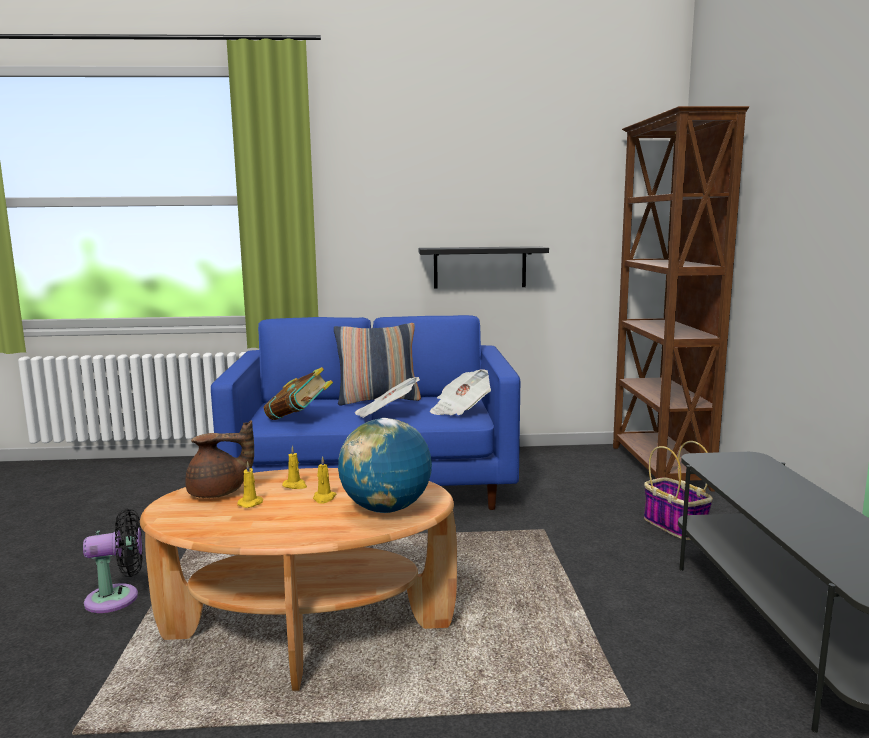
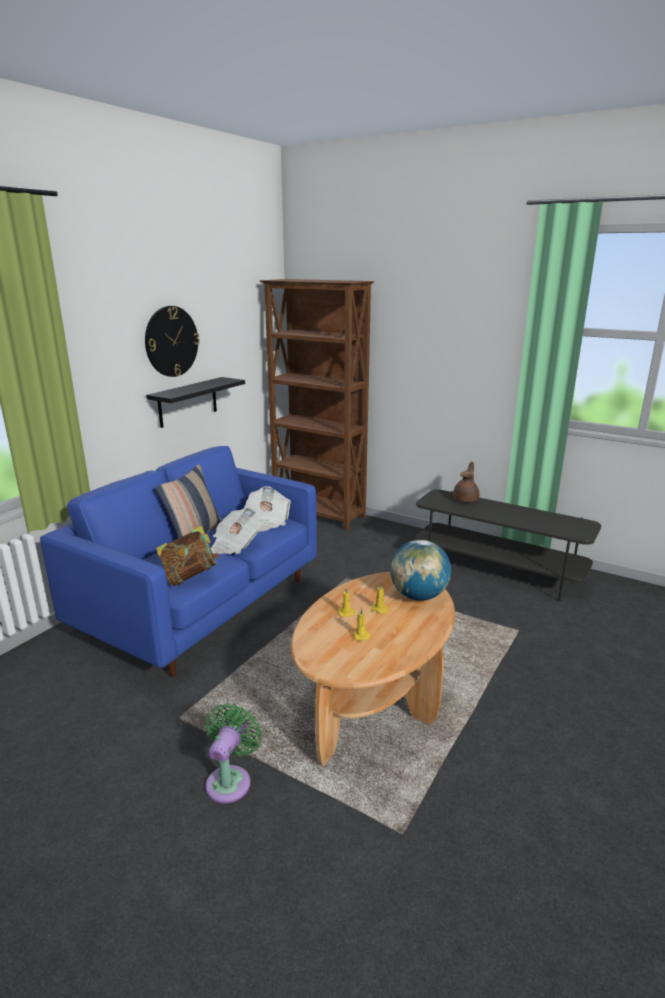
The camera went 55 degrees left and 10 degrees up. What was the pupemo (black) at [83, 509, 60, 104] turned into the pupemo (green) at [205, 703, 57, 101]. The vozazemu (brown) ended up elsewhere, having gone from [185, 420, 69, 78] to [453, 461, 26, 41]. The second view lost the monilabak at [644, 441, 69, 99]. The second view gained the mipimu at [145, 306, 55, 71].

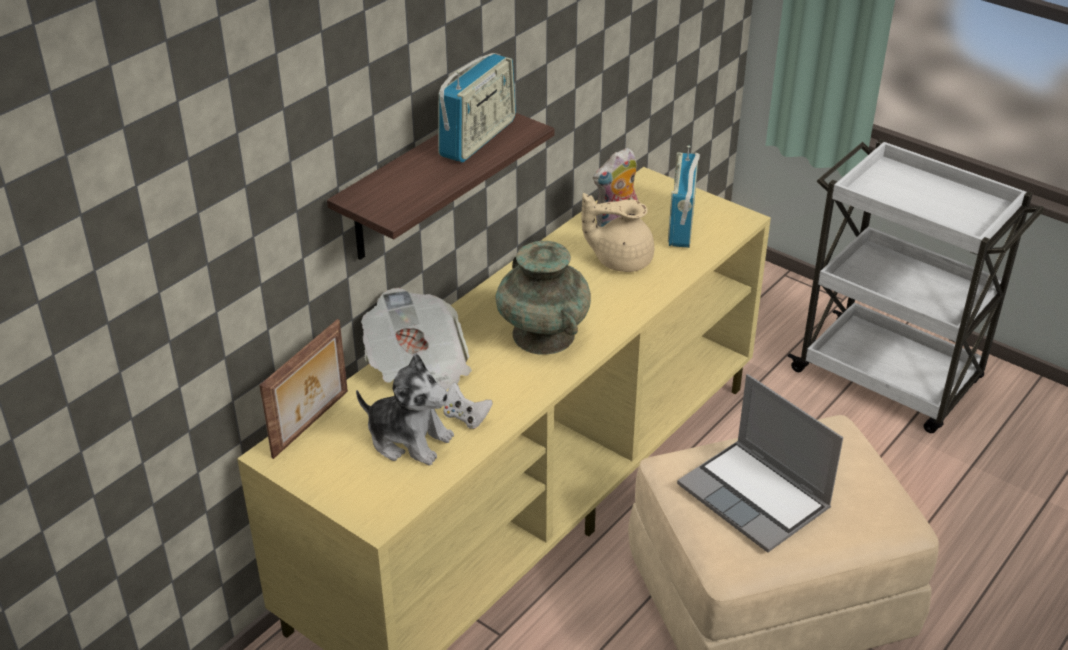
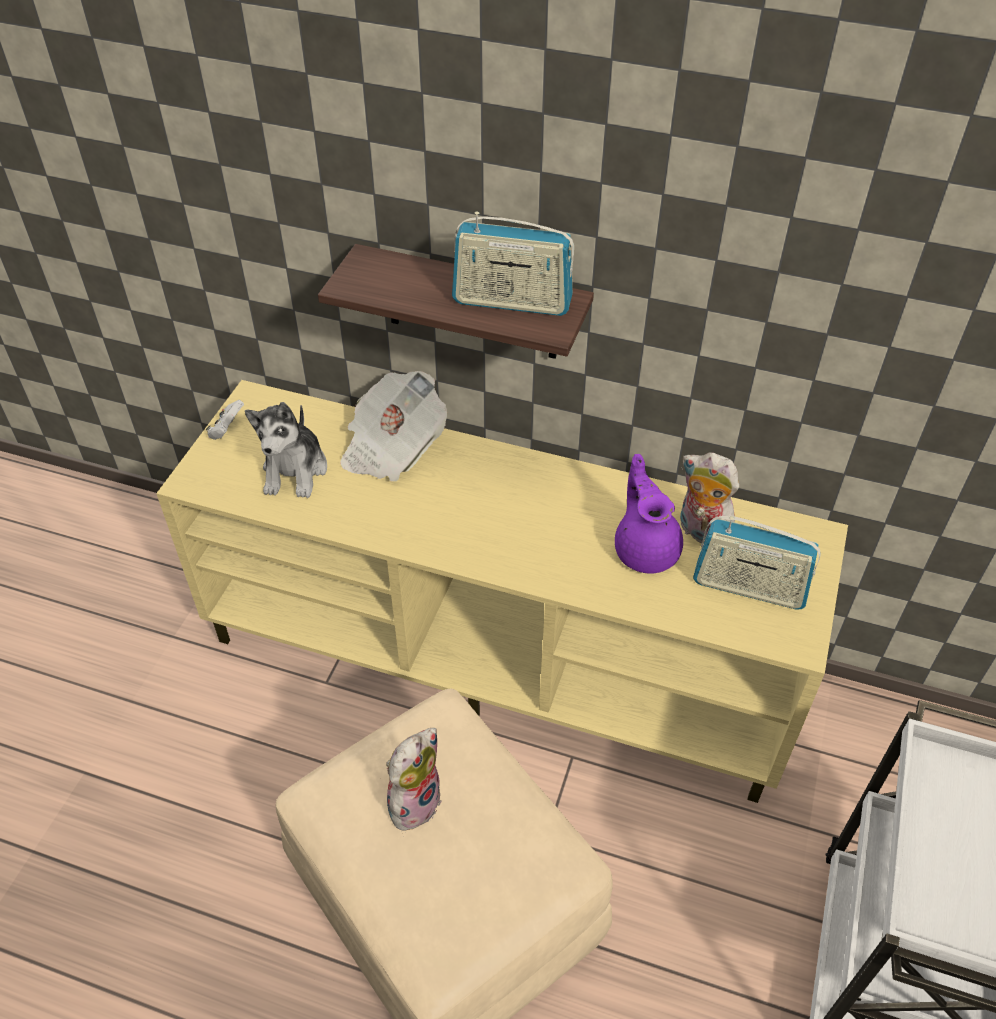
The camera went 70 degrees right and 10 degrees up. The second view lost the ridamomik at [260, 319, 88, 140]. The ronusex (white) ended up elsewhere, having gone from [444, 382, 49, 47] to [206, 400, 38, 40]. The second view lost the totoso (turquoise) at [495, 241, 96, 114]. What was the vozazemu (beige) at [582, 193, 72, 79] turned into the vozazemu (purple) at [615, 454, 68, 120]. The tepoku at [668, 146, 32, 102] ended up facing another way, 150 degrees counterclockwise from before. Where the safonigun stood at [677, 374, 166, 179], the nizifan came to stand at [386, 728, 56, 105].

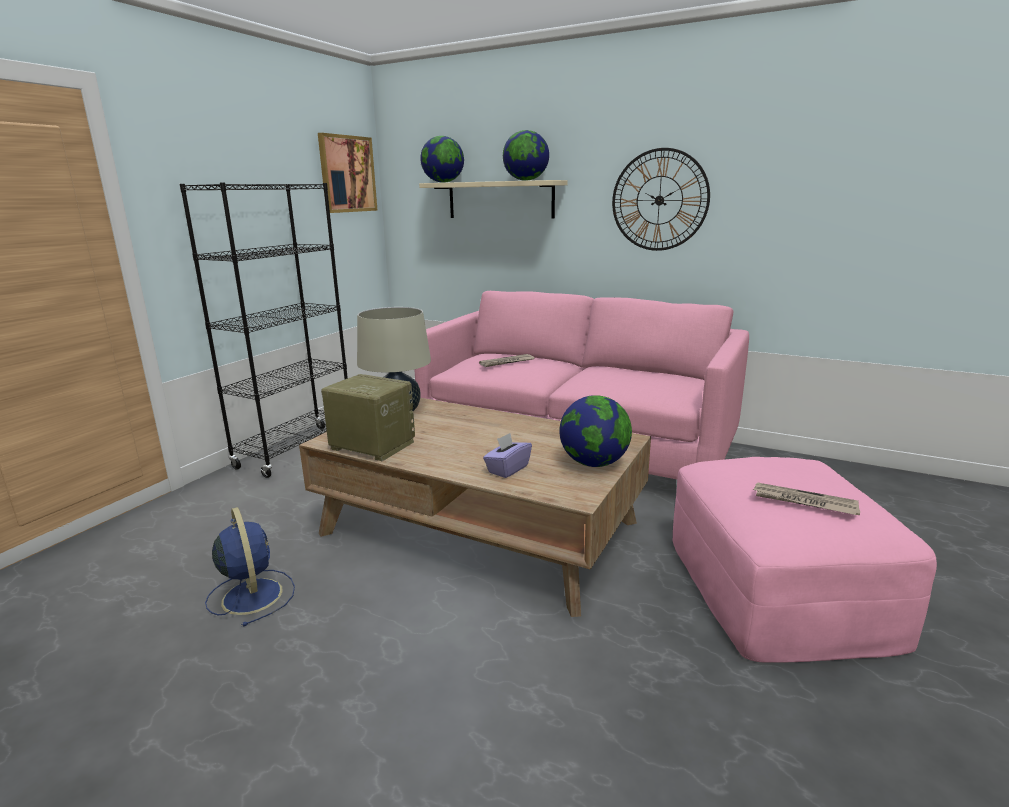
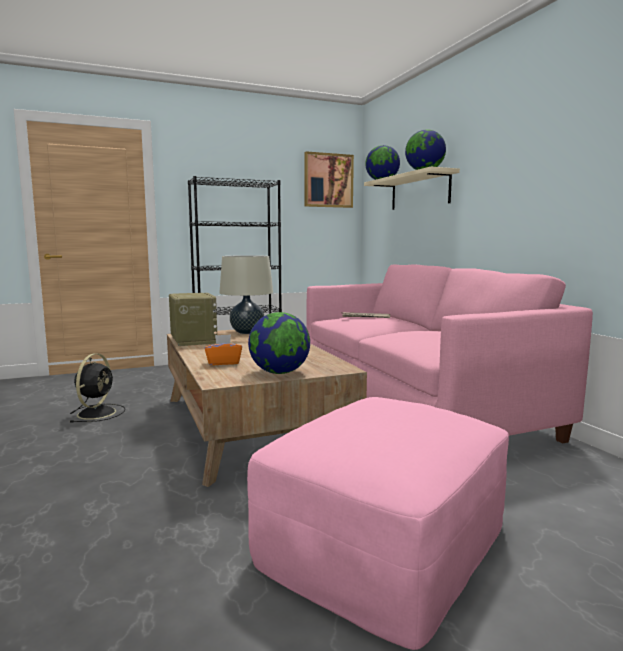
The camera went 40 degrees right and 10 degrees down. What was the pupemo (blue) at [205, 507, 90, 120] turned into the pupemo (black) at [69, 353, 57, 70]. What was the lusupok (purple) at [483, 433, 49, 45] turned into the lusupok (orange) at [205, 334, 37, 31]. The second view lost the mipimu at [612, 148, 98, 103]. The second view lost the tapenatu at [753, 482, 107, 33].

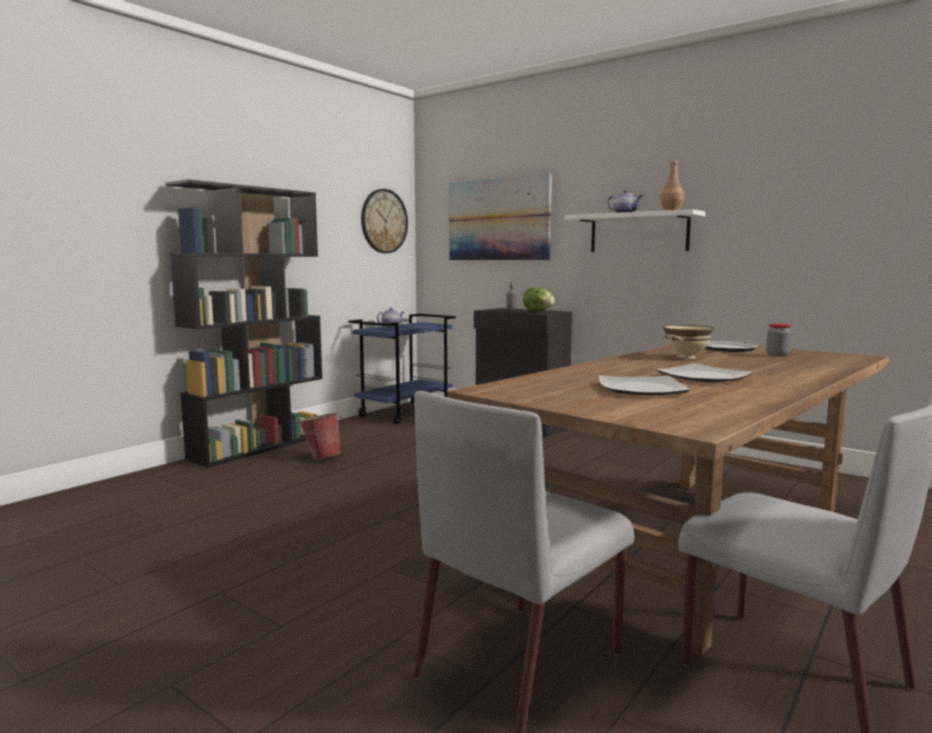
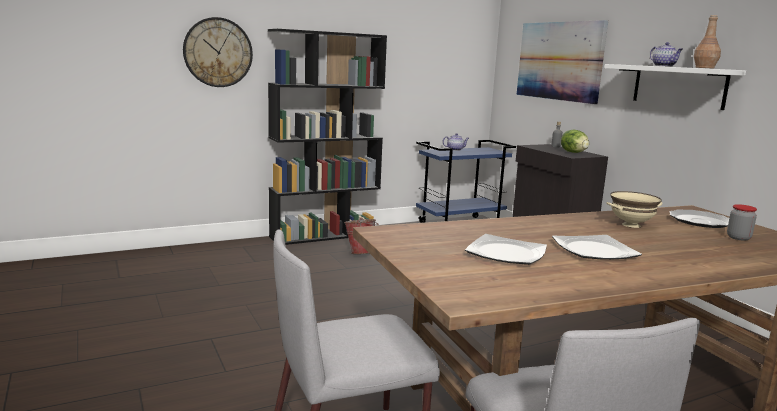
The camera went 25 degrees right and 5 degrees up. The mipimu ended up elsewhere, having gone from [361, 189, 47, 64] to [183, 17, 70, 70].

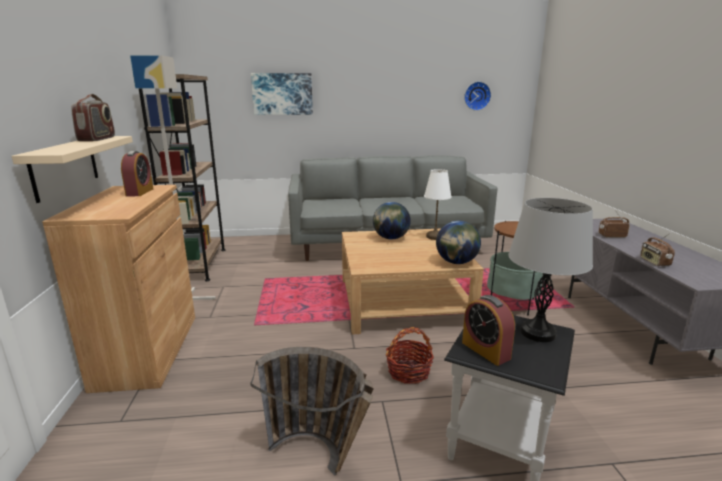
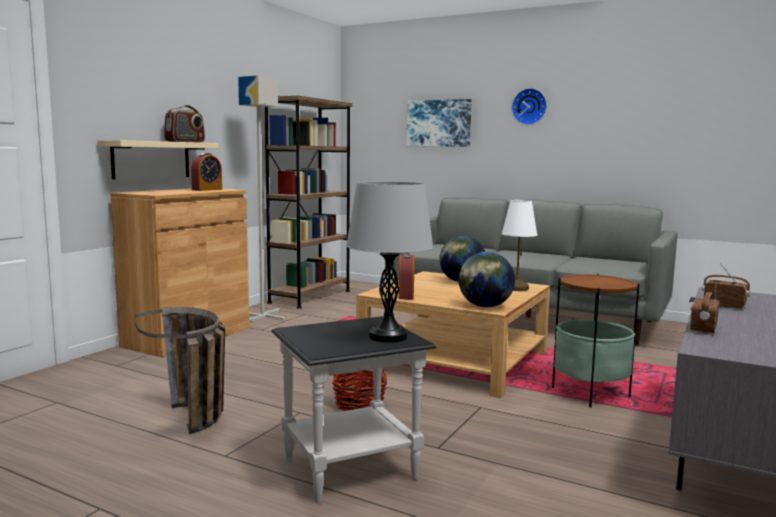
The camera went 35 degrees right and 10 degrees down. The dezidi ended up elsewhere, having gone from [462, 295, 53, 71] to [398, 253, 17, 47]. The mipimu ended up elsewhere, having gone from [464, 82, 27, 29] to [511, 88, 36, 37].

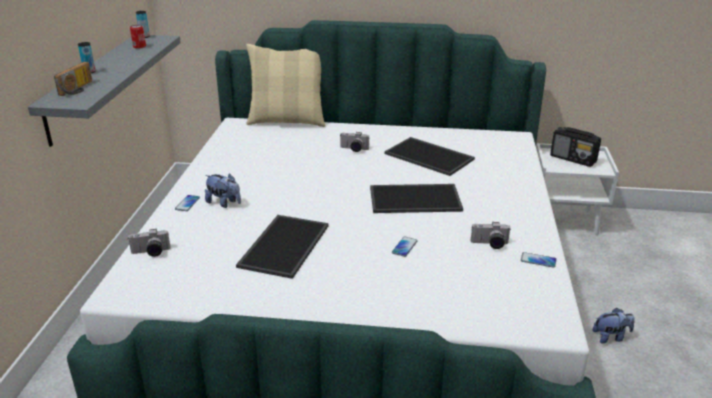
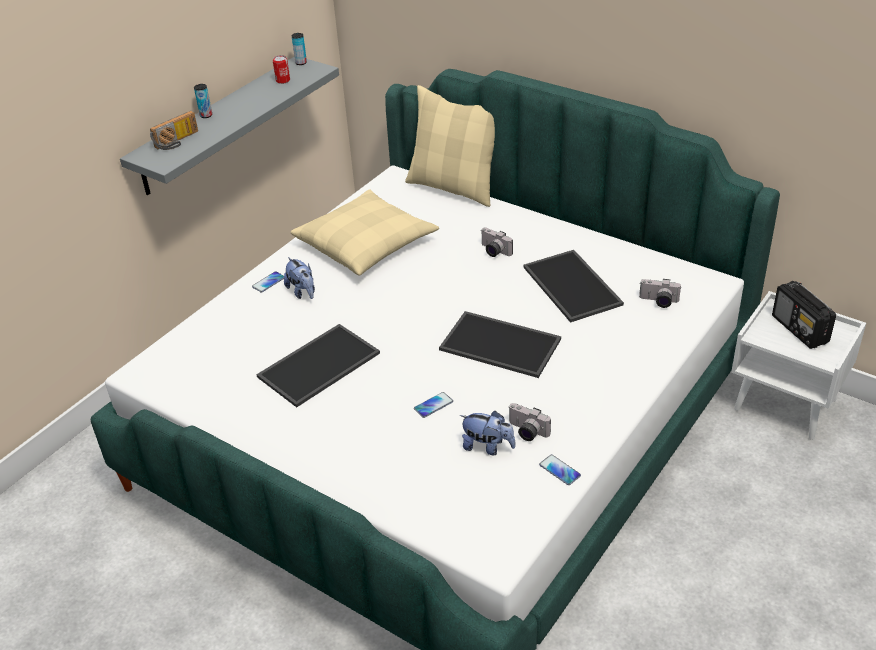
The camera went 30 degrees right and 10 degrees up. The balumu ended up elsewhere, having gone from [128, 229, 43, 28] to [639, 279, 42, 29]. The nizifan ended up elsewhere, having gone from [592, 308, 43, 36] to [460, 411, 56, 44]. The second view gained the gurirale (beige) at [291, 189, 148, 87].

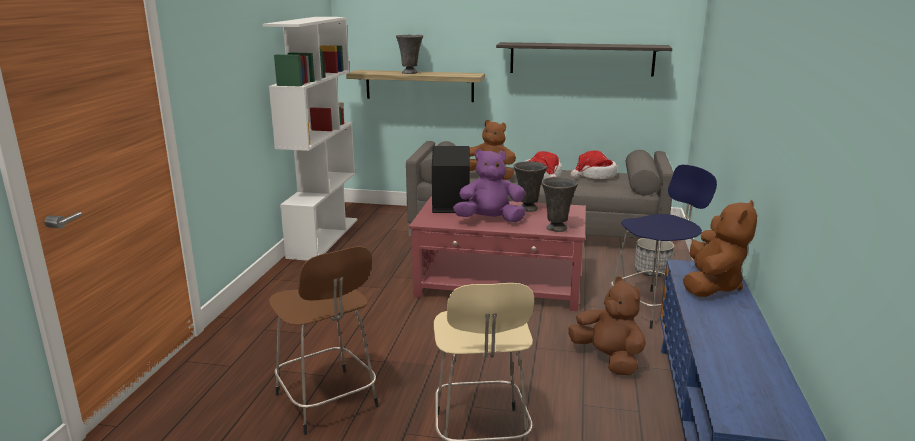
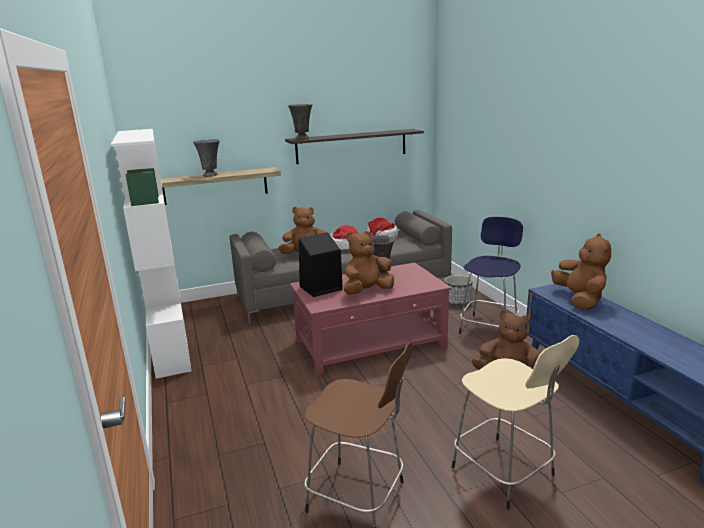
The camera went 30 degrees left and 0 degrees up. What was the nizifan (purple) at [453, 149, 72, 73] turned into the nizifan (brown) at [344, 231, 50, 64]. The totoso (grey) ended up elsewhere, having gone from [541, 177, 37, 55] to [288, 104, 24, 36].

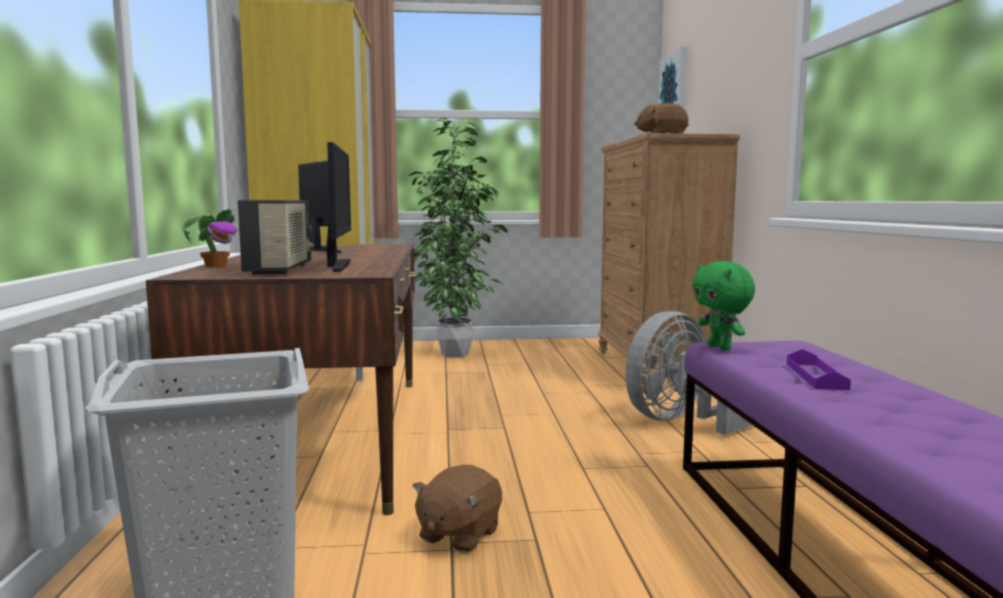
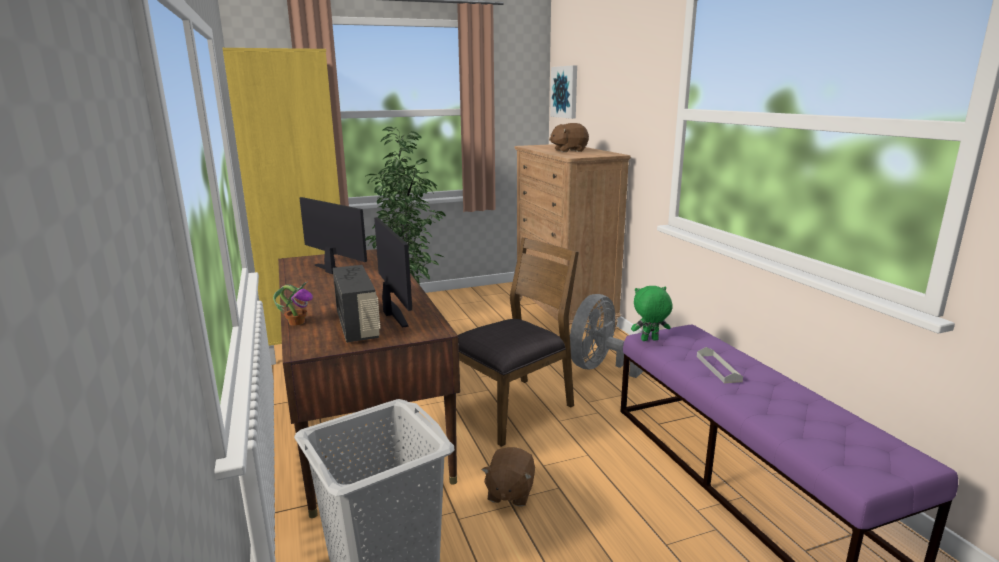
The camera went 15 degrees left and 10 degrees up. The nizifan (green) at [692, 261, 63, 89] ended up facing another way, 120 degrees clockwise from before. What was the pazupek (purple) at [787, 349, 64, 41] turned into the pazupek (grey) at [697, 347, 46, 36]. The second view gained the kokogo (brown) at [458, 237, 121, 210].

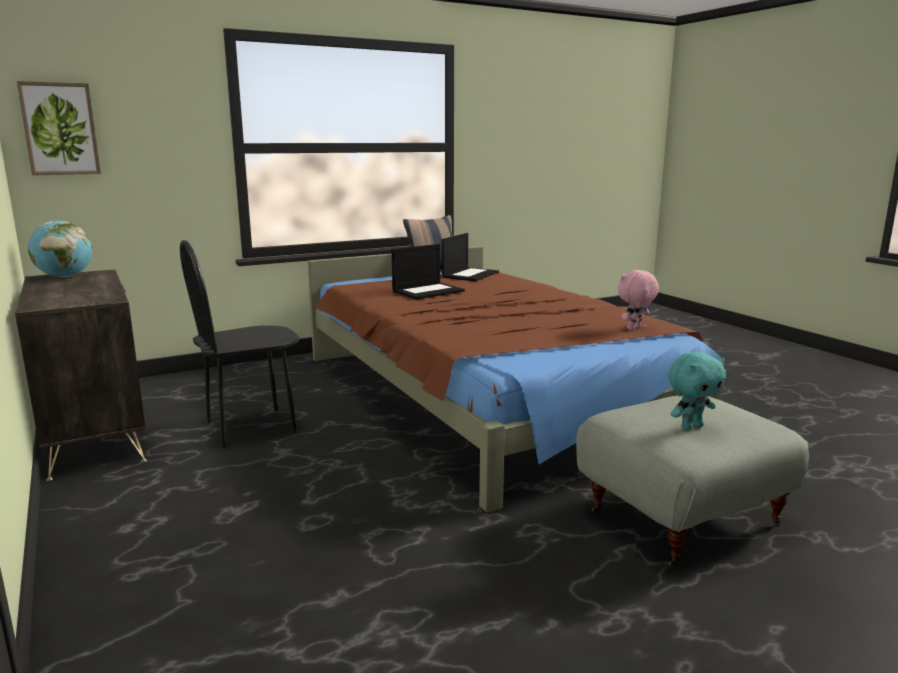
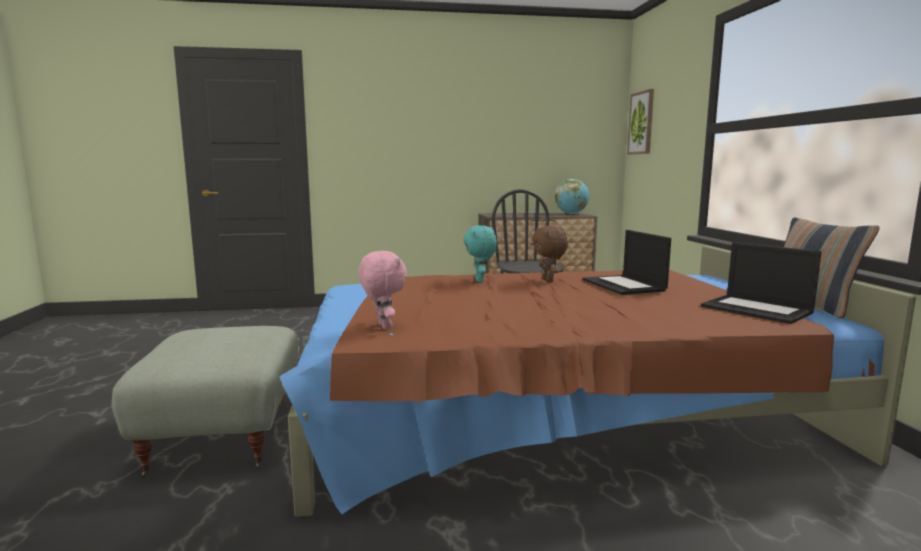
The camera went 110 degrees right and 5 degrees down. The nizifan (turquoise) ended up elsewhere, having gone from [668, 352, 58, 78] to [464, 225, 33, 57]. The second view gained the nizifan (brown) at [532, 226, 36, 56].

